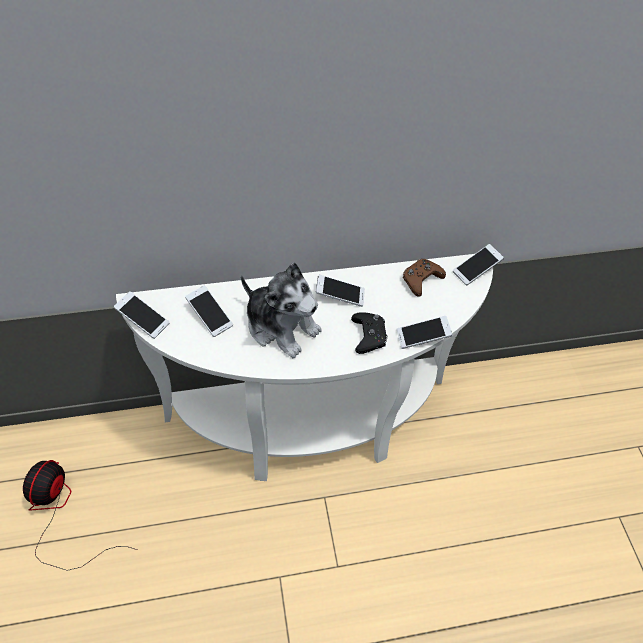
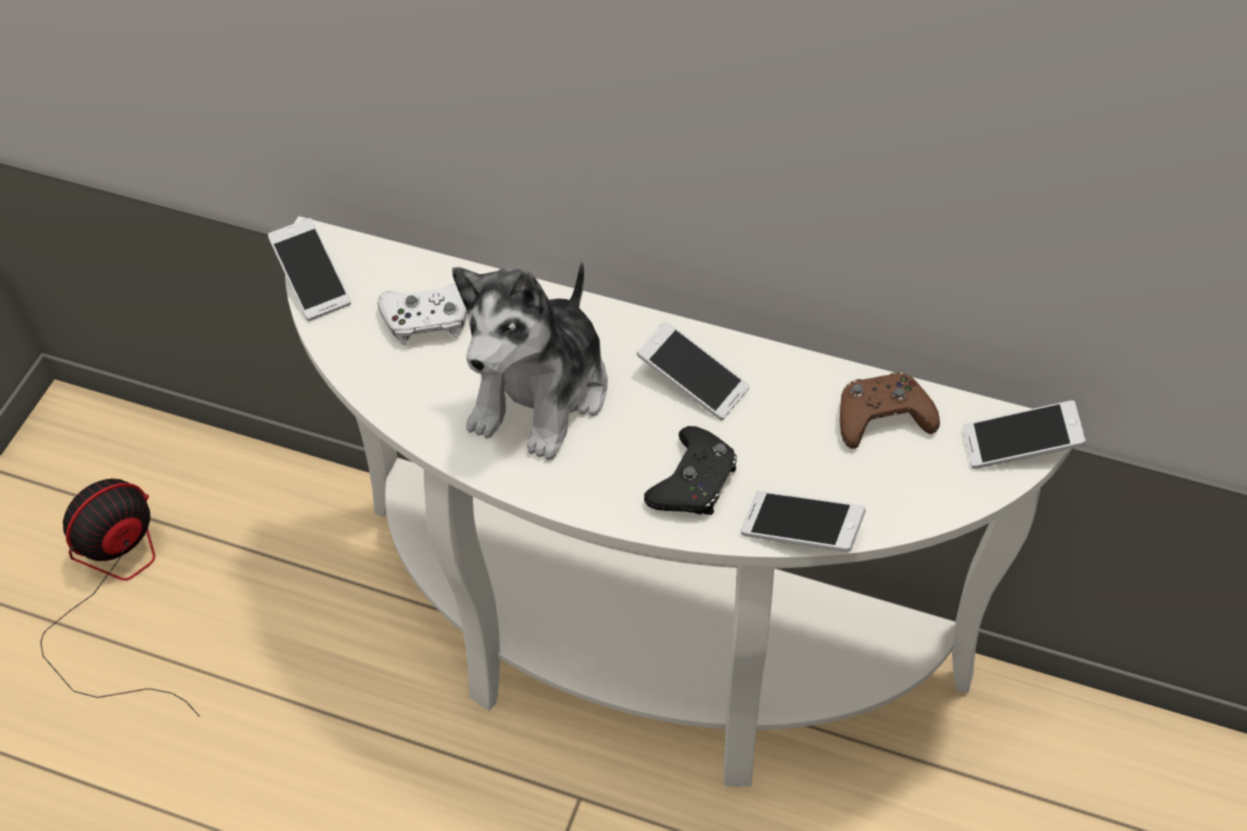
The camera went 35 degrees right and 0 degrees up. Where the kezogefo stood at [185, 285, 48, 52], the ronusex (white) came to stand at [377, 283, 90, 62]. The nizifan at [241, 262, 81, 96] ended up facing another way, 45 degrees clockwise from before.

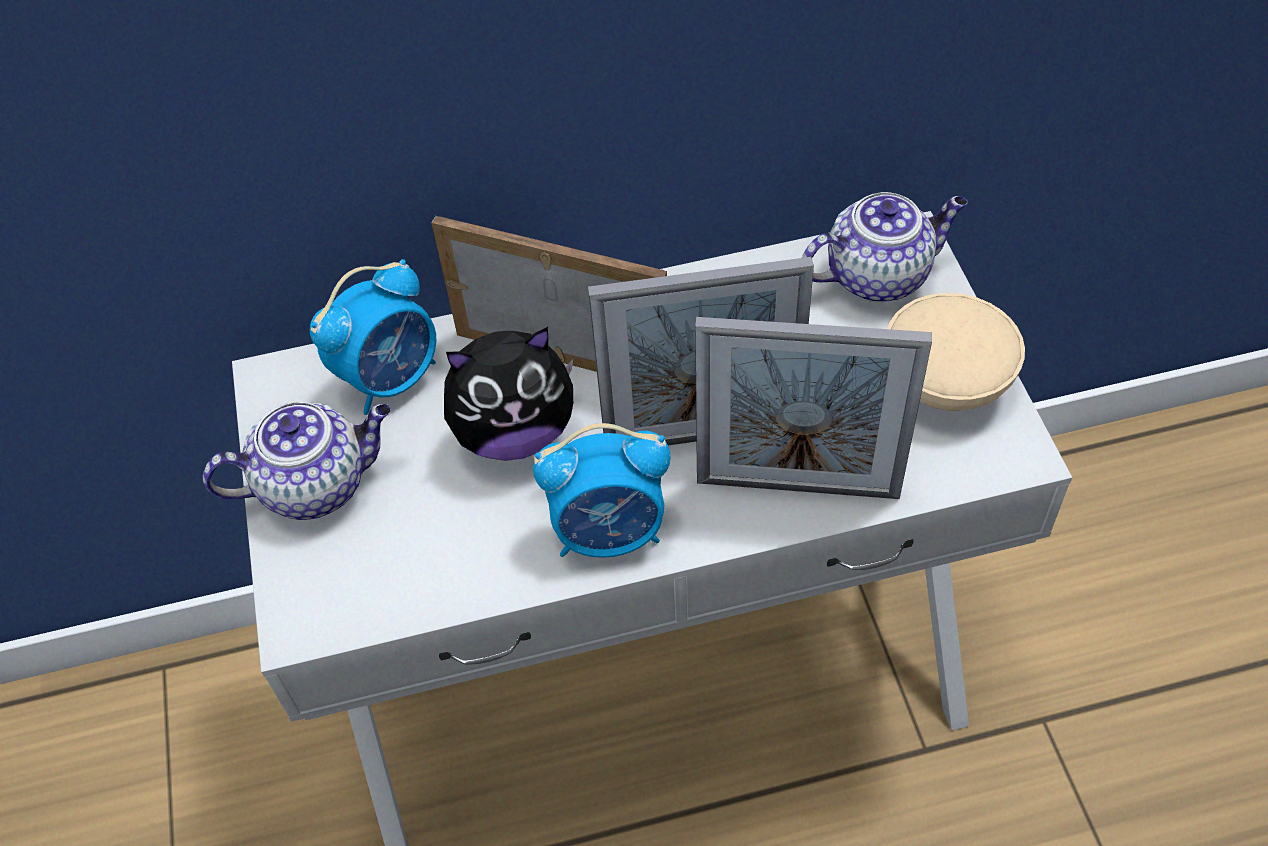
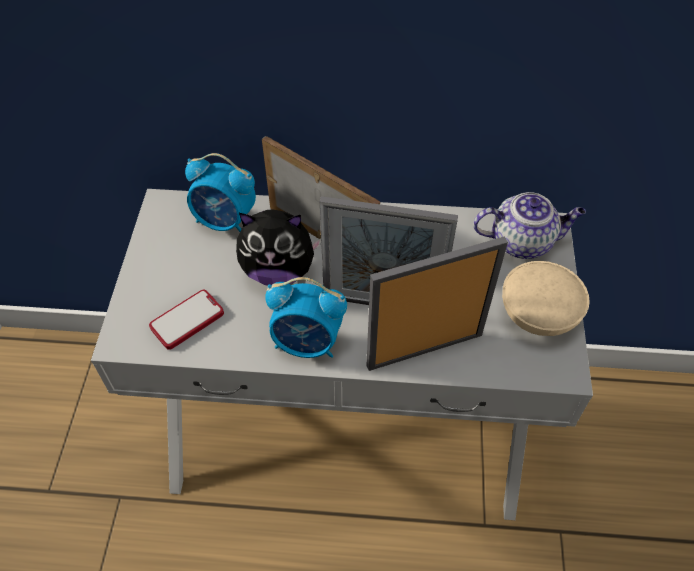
The camera went 15 degrees right and 0 degrees up. The second view lost the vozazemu at [203, 402, 188, 118]. The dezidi at [310, 259, 126, 156] ended up facing another way, 45 degrees clockwise from before. The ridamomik at [695, 317, 237, 182] ended up facing another way, 135 degrees clockwise from before. The second view gained the kezogefo at [149, 290, 75, 60].

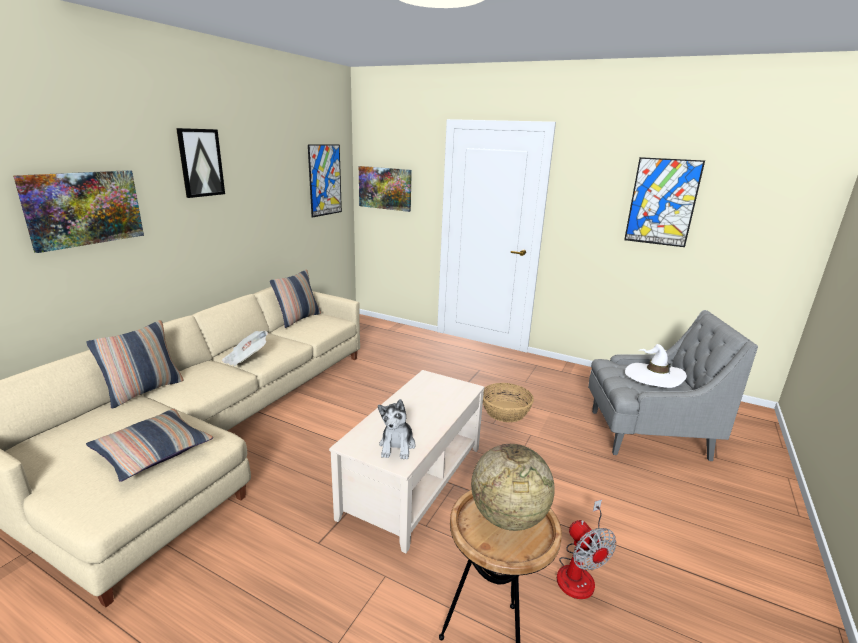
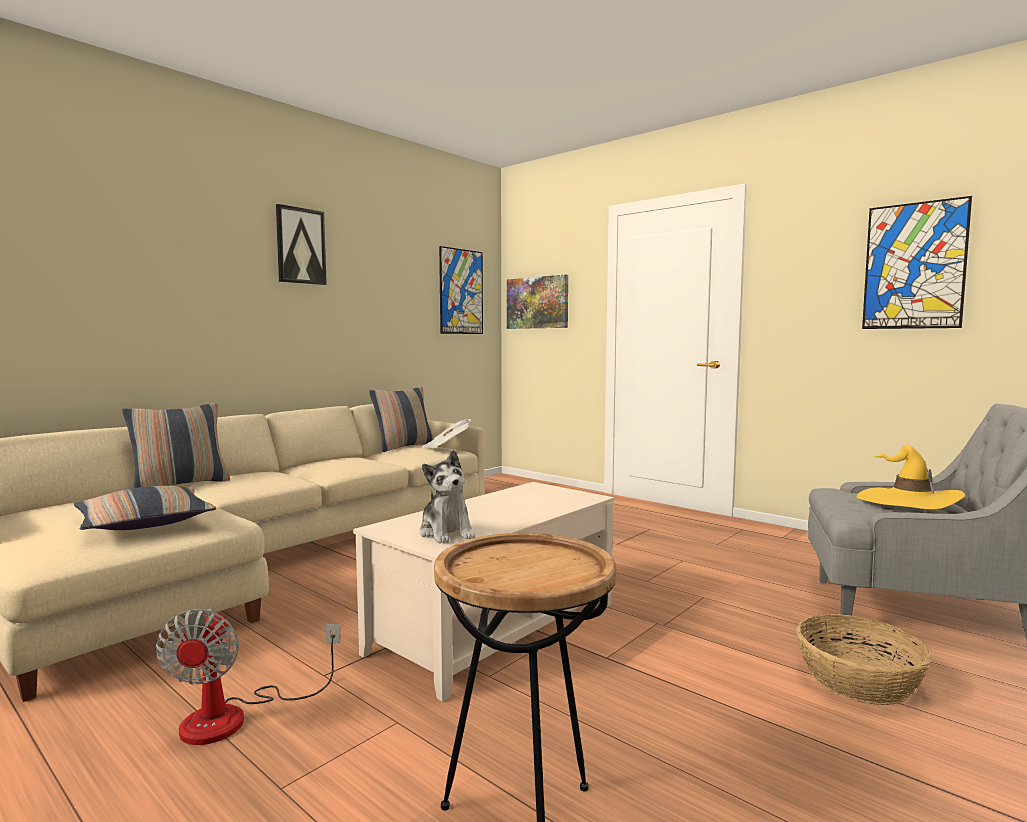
The camera went 15 degrees right and 15 degrees down. The second view lost the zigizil at [13, 170, 131, 83]. The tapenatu ended up elsewhere, having gone from [222, 331, 46, 35] to [421, 419, 50, 30]. The nizifan at [378, 399, 38, 61] ended up facing another way, 45 degrees counterclockwise from before. The second view lost the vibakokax at [471, 444, 84, 87]. The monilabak ended up elsewhere, having gone from [483, 383, 51, 39] to [796, 614, 136, 91]. The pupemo ended up elsewhere, having gone from [557, 499, 59, 100] to [156, 609, 185, 136]. What was the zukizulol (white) at [625, 344, 62, 44] turned into the zukizulol (yellow) at [857, 445, 108, 65].

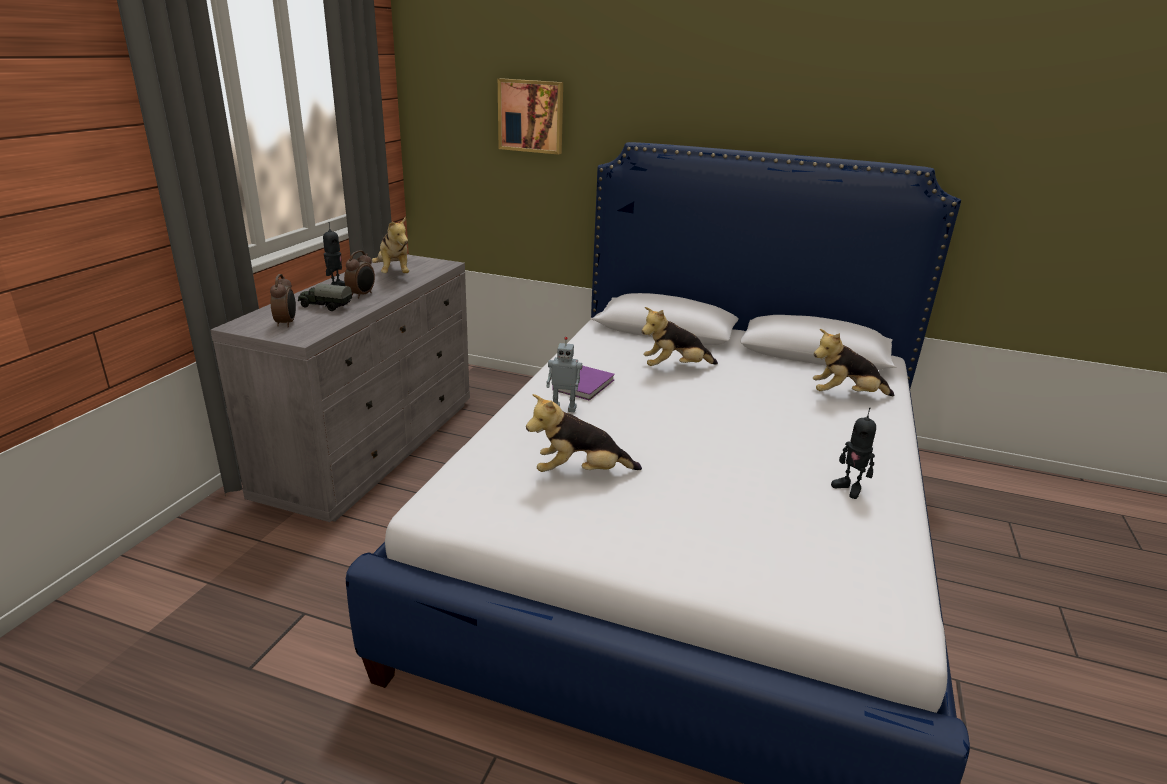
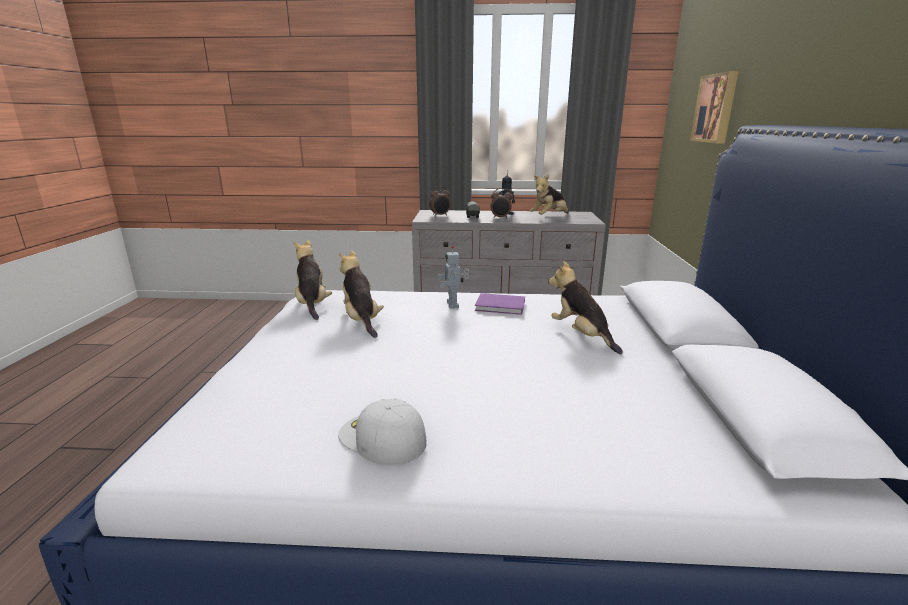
The camera went 75 degrees right and 5 degrees down. The nizifan ended up elsewhere, having gone from [813, 329, 81, 67] to [293, 240, 39, 80]. Where the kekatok stood at [831, 407, 45, 92], the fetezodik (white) came to stand at [338, 398, 88, 68].

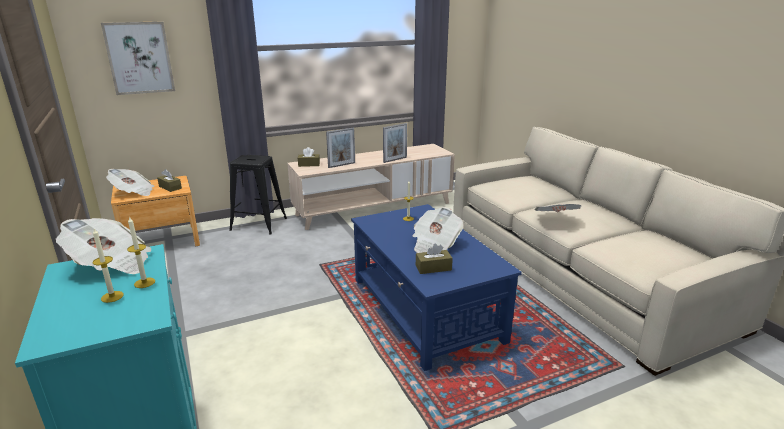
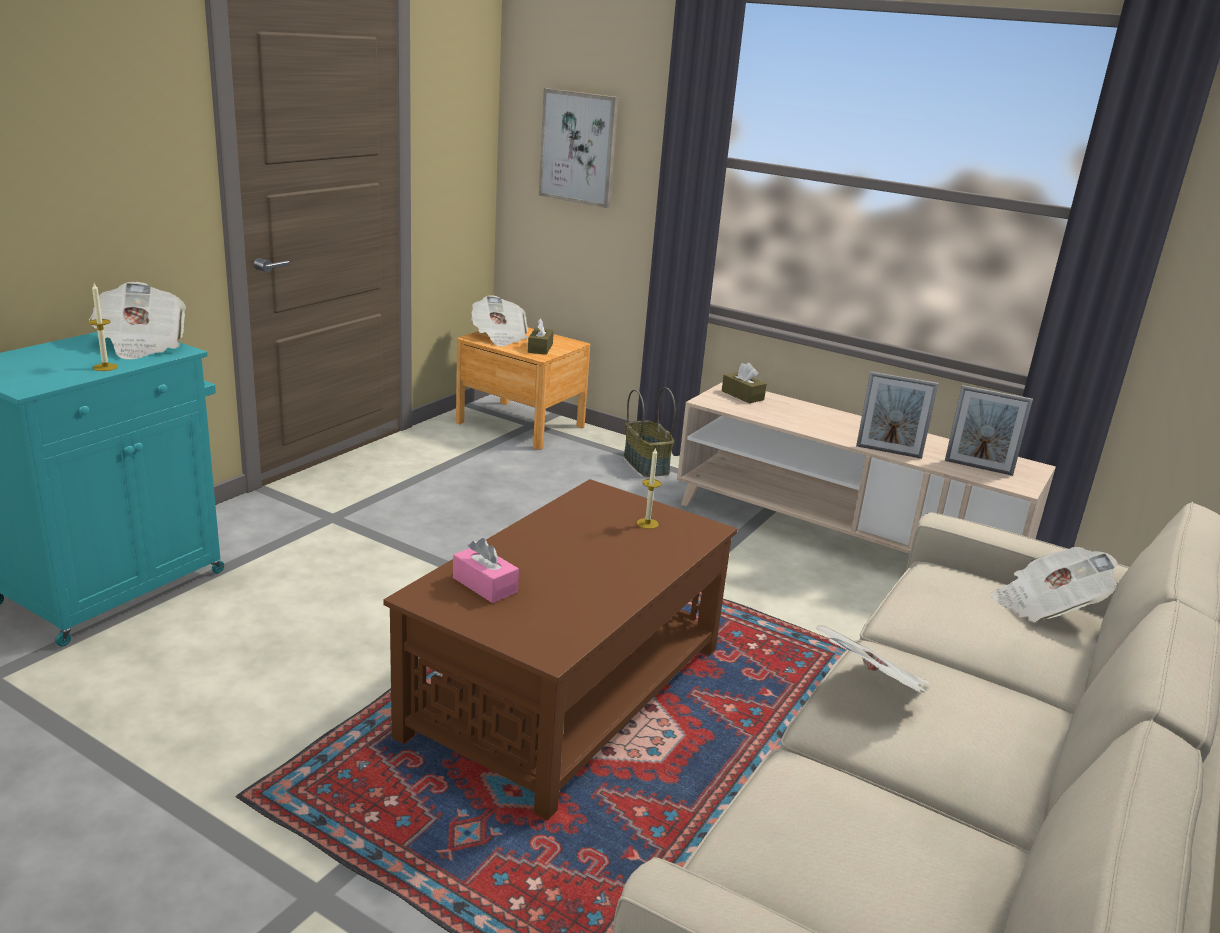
The camera went 55 degrees right and 0 degrees up. The second view lost the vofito at [93, 229, 31, 74]. Where the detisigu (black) stood at [229, 155, 58, 79], the monilabak came to stand at [624, 387, 51, 90]. The ridamomik ended up elsewhere, having gone from [326, 127, 29, 41] to [945, 385, 88, 91]. What was the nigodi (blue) at [351, 204, 171, 167] turned into the nigodi (brown) at [383, 479, 354, 342]. The tapenatu ended up elsewhere, having gone from [413, 207, 51, 46] to [991, 547, 127, 75]. What was the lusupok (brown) at [416, 244, 37, 30] turned into the lusupok (pink) at [453, 538, 66, 65].

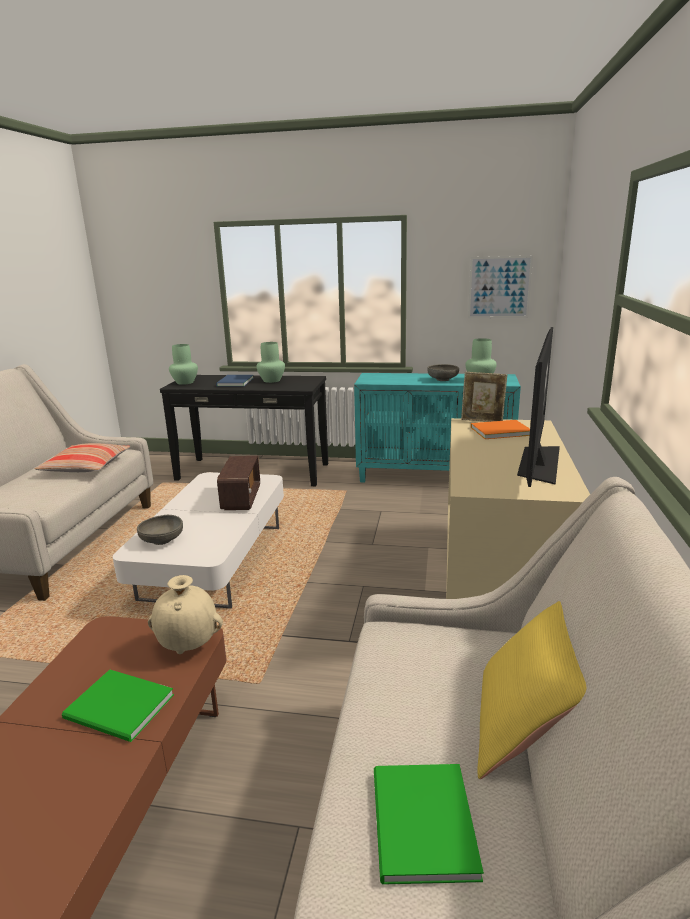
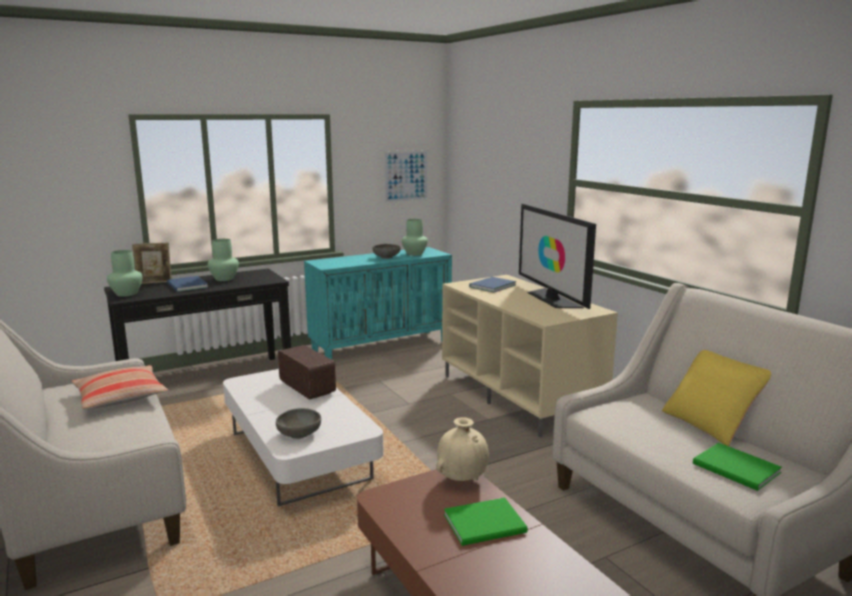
The camera went 40 degrees left and 5 degrees down. The ridamomik ended up elsewhere, having gone from [461, 372, 46, 50] to [132, 243, 40, 41]. What was the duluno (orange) at [471, 420, 59, 19] turned into the duluno (blue) at [469, 277, 47, 15].

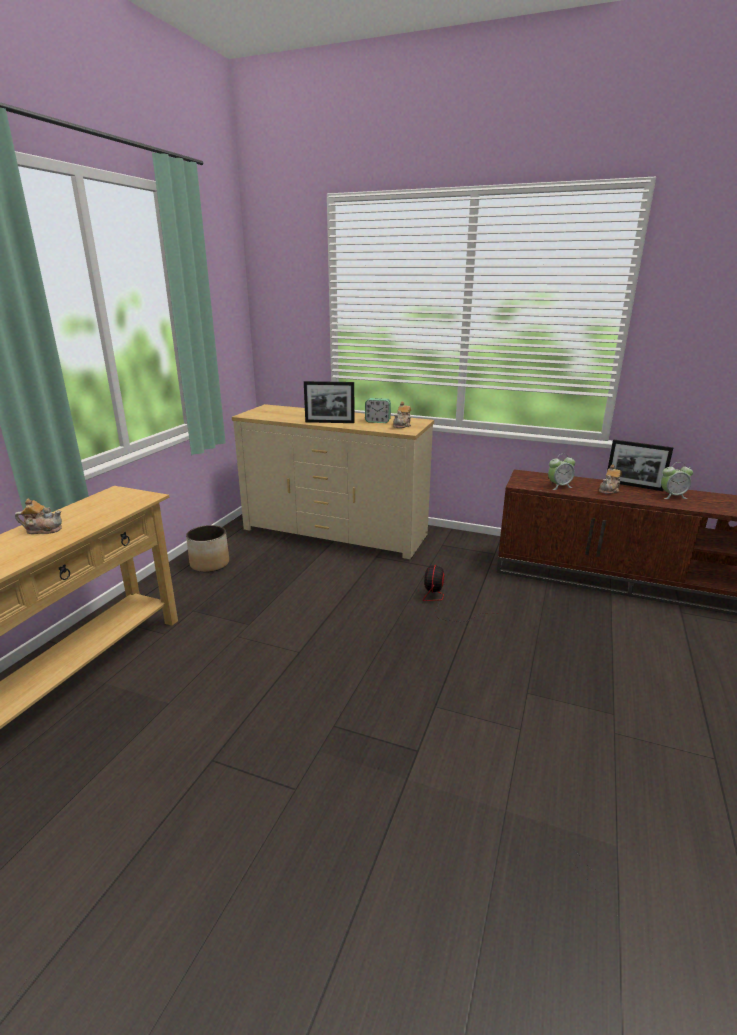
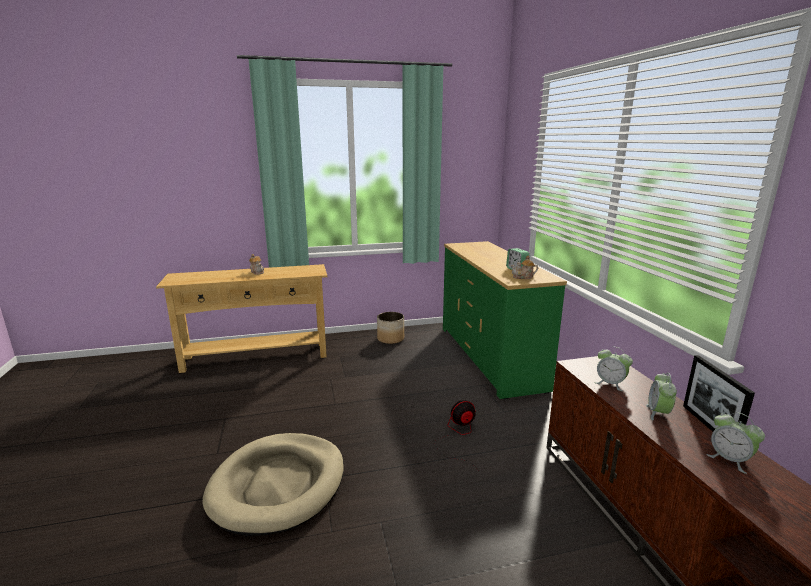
The camera went 55 degrees right and 5 degrees down. What was the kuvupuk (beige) at [232, 404, 202, 155] turned into the kuvupuk (green) at [443, 241, 124, 158]. The second view lost the ridamomik at [304, 381, 51, 42]. Where the vozazemu stood at [599, 465, 23, 29], the dezidi came to stand at [646, 373, 31, 47]. The second view gained the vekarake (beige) at [202, 433, 142, 103].

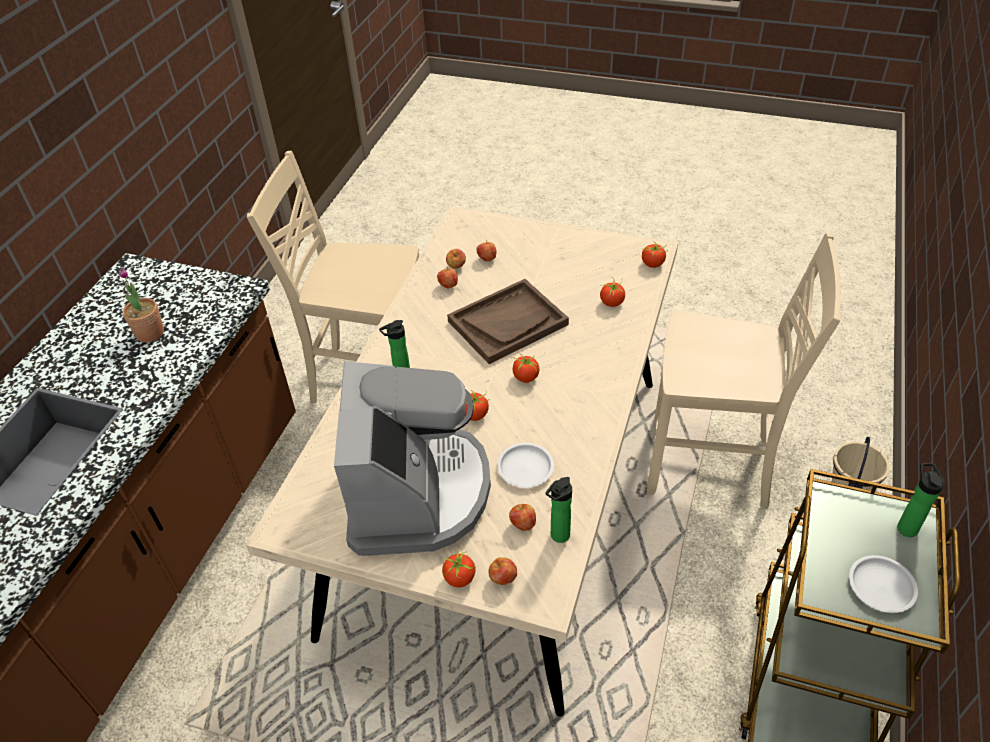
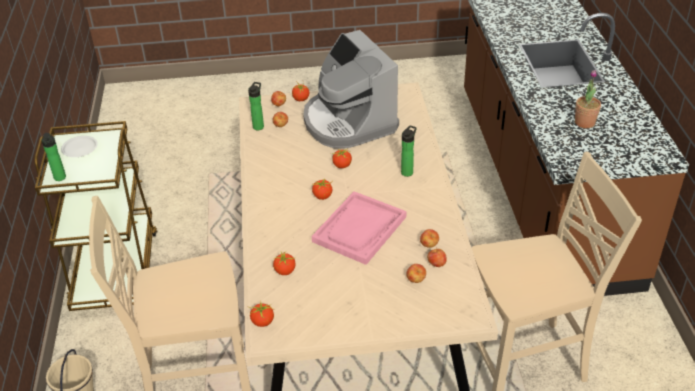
The camera went 155 degrees right and 5 degrees down. What was the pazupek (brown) at [447, 279, 122, 85] turned into the pazupek (pink) at [312, 191, 94, 74]. The second view lost the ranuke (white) at [497, 443, 57, 45].

